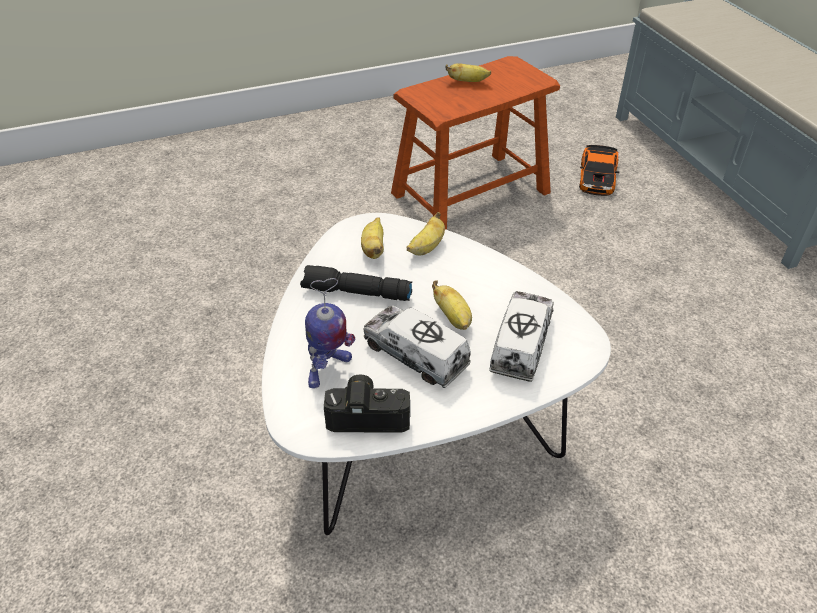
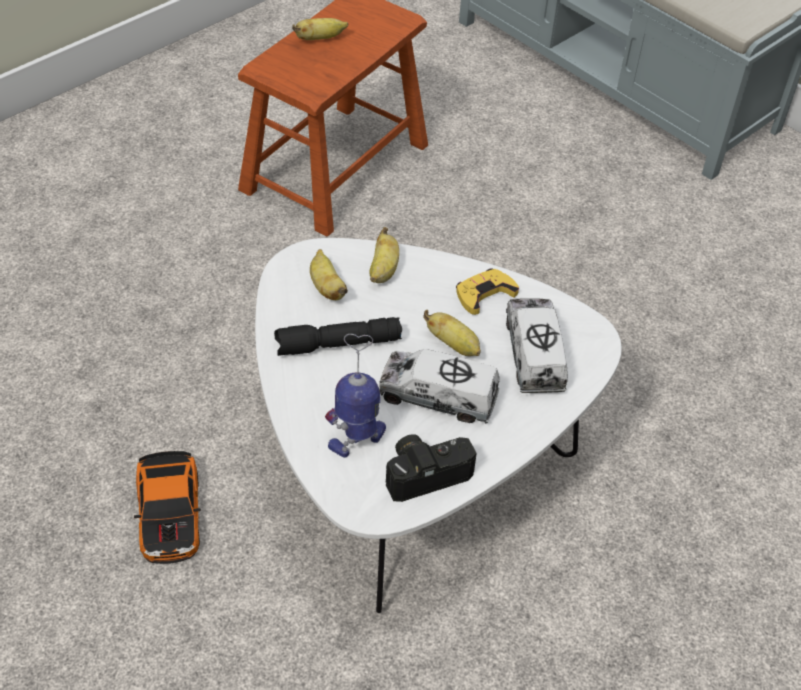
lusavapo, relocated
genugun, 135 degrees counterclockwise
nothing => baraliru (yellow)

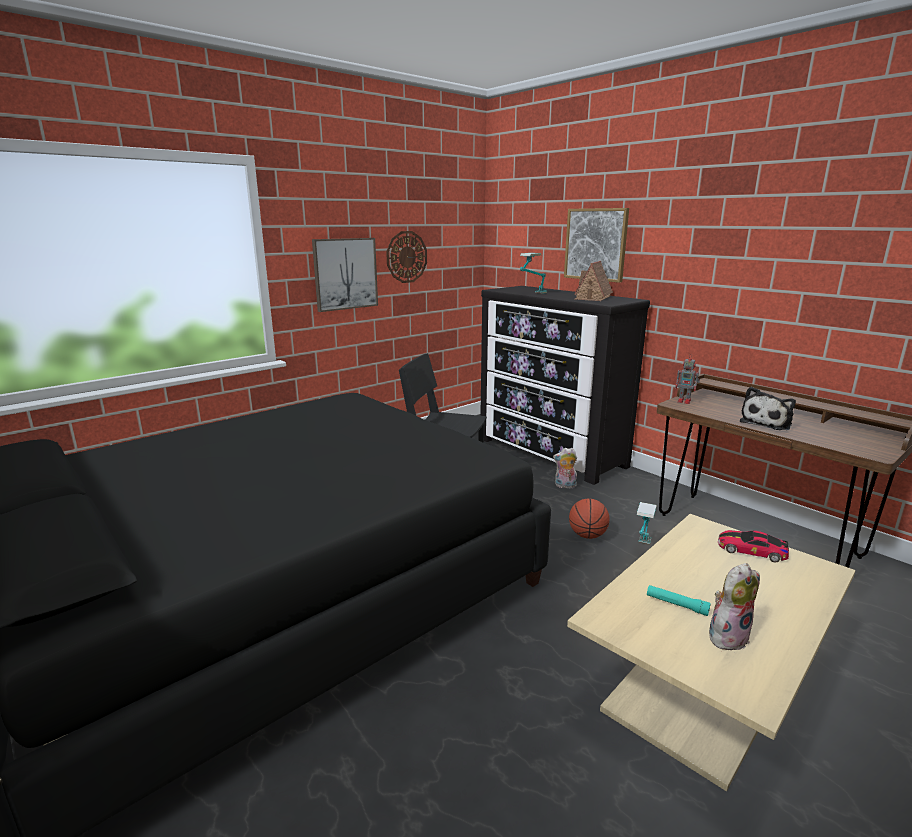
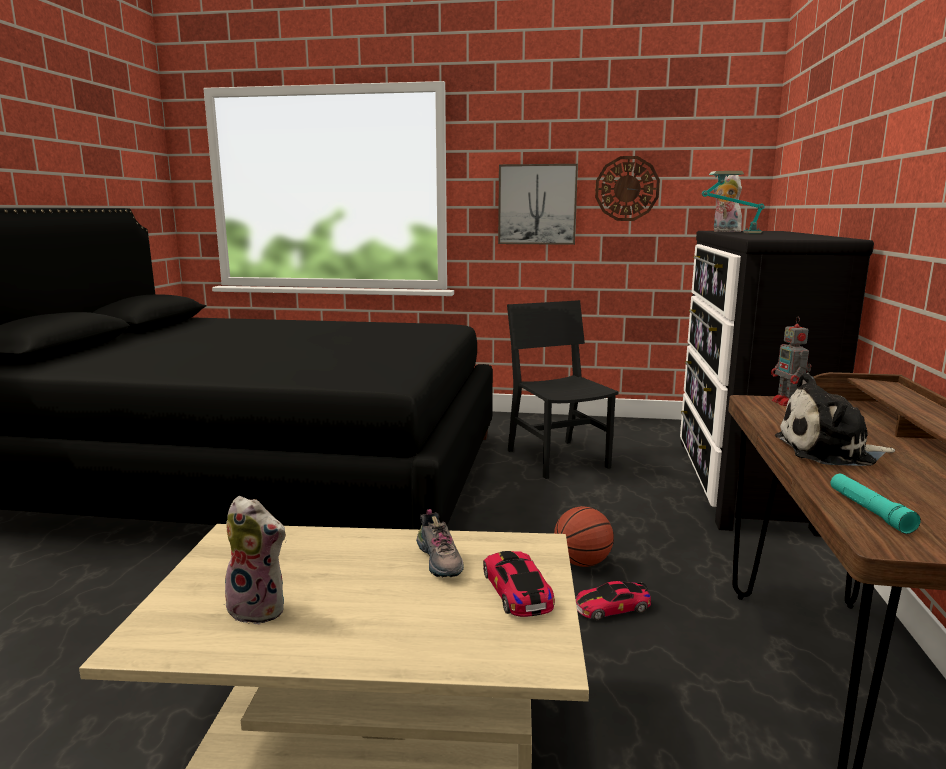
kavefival (no. 2 from left) => nothing
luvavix => nothing
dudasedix (no. 1 from left in the first image) => dudasedix (no. 2 from left), relocated
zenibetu (no. 2 from left) => lusavapo (no. 2 from left)
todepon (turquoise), relocated
nothing => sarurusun

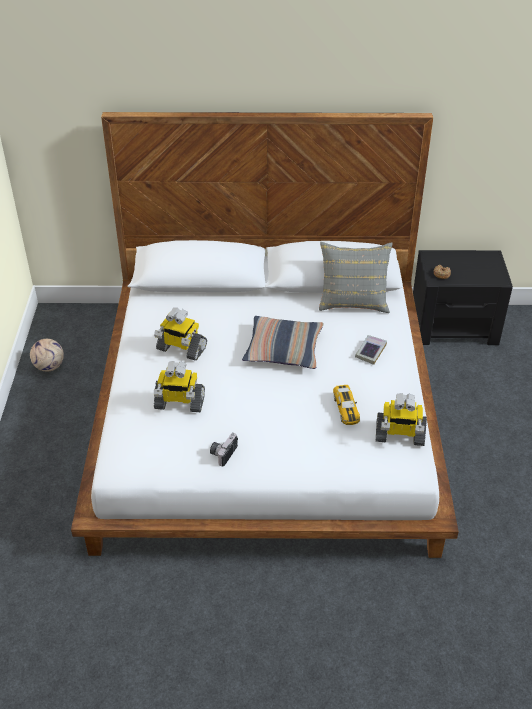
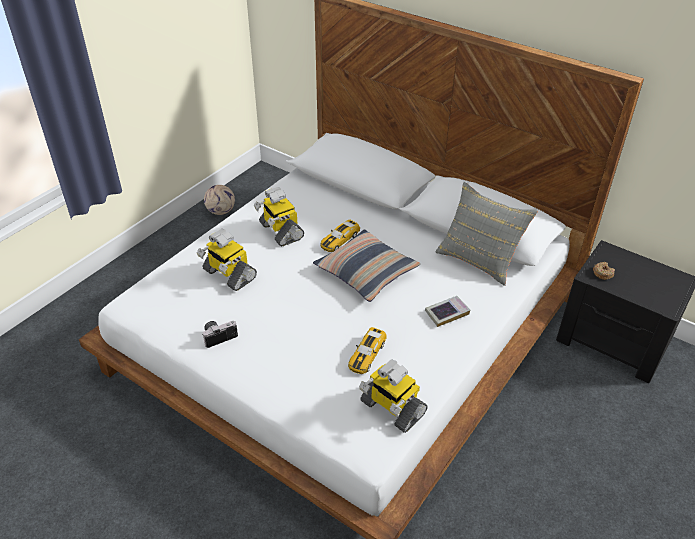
nothing => lusavapo (no. 1 from left)

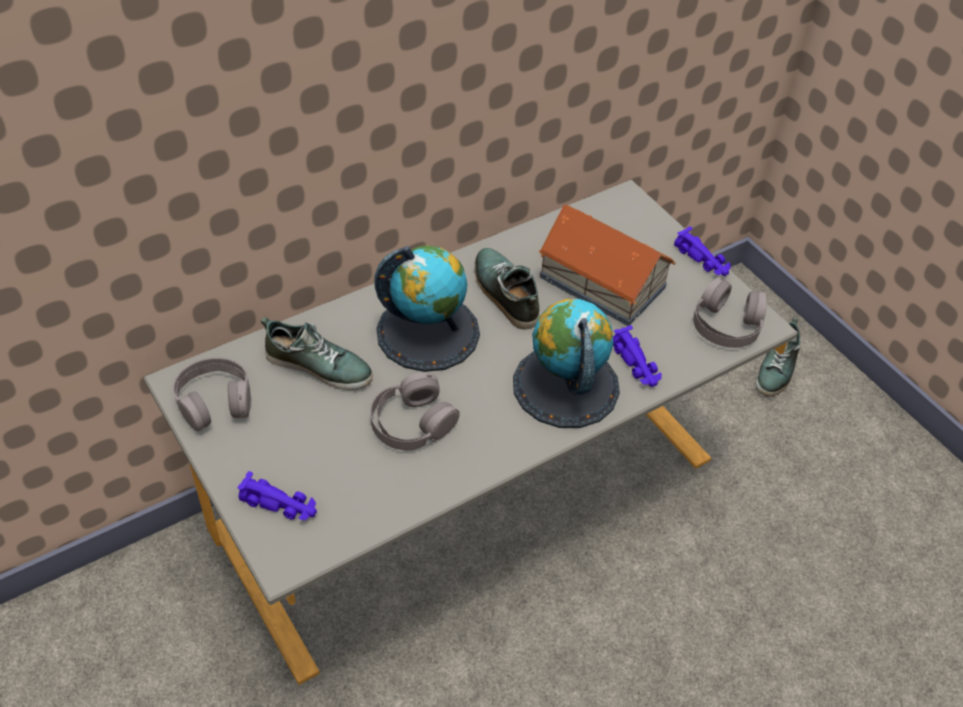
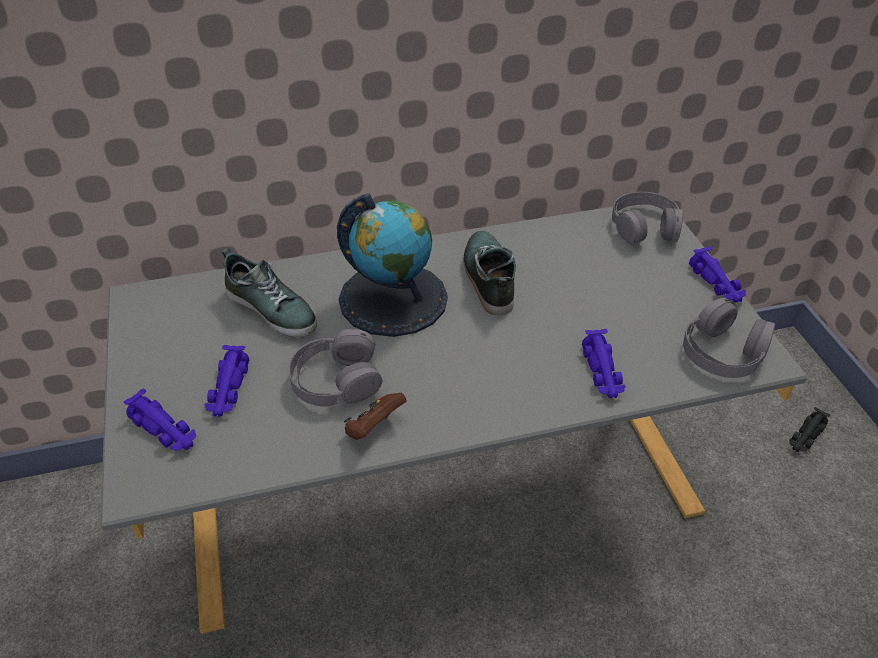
luvavix => nothing
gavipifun (no. 2 from left) => nothing
sarurusun (no. 3 from left) => lusavapo (black)
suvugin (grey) (no. 1 from left in the first image) => suvugin (grey) (no. 2 from left), relocated
nothing => lusavapo (purple) (no. 2 from left)
nothing => baraliru (brown)

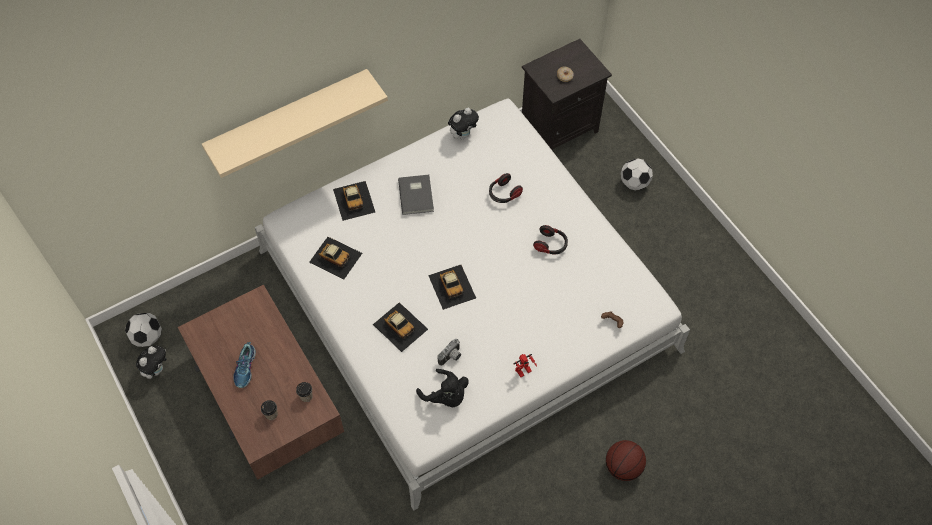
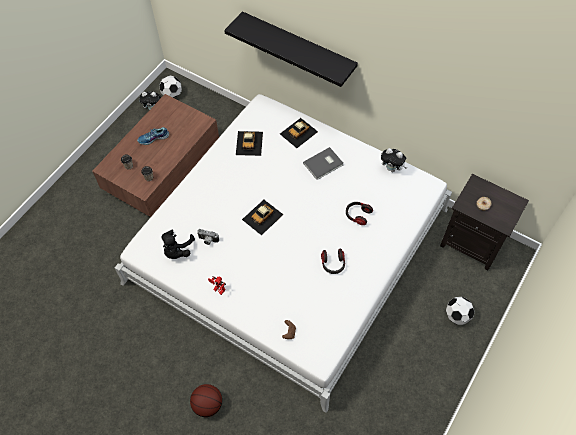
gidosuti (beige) => gidosuti (black)
lusavapo (no. 3 from left) => nothing

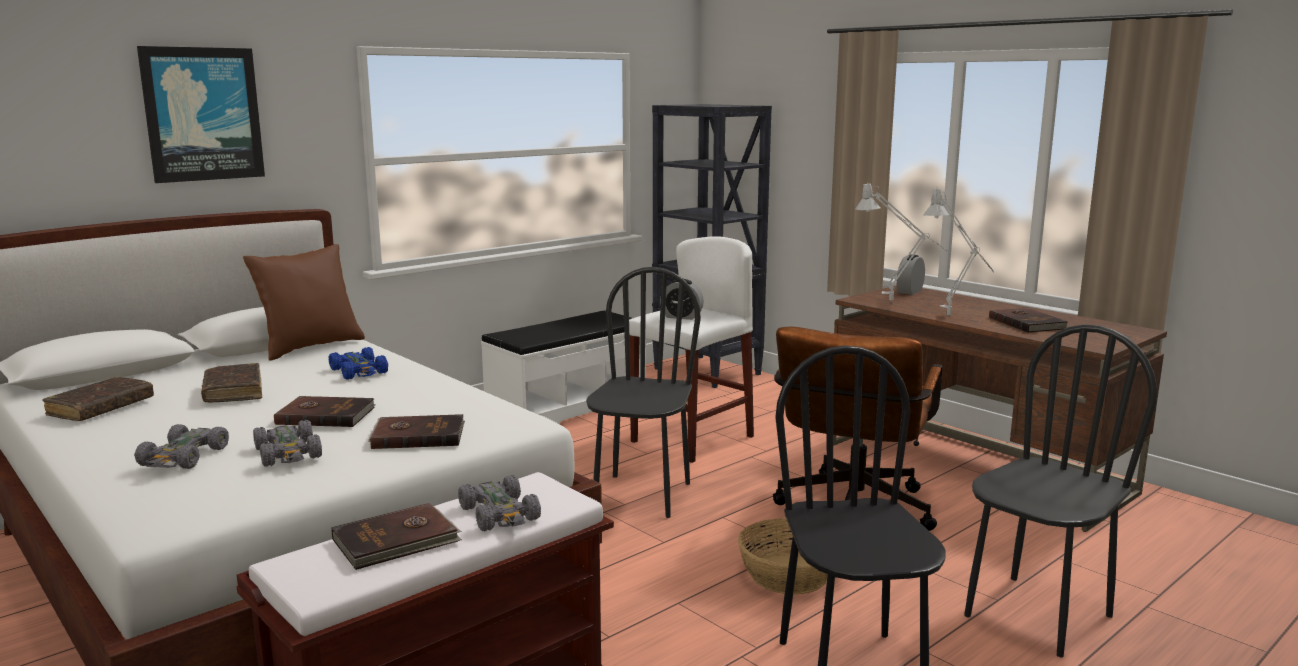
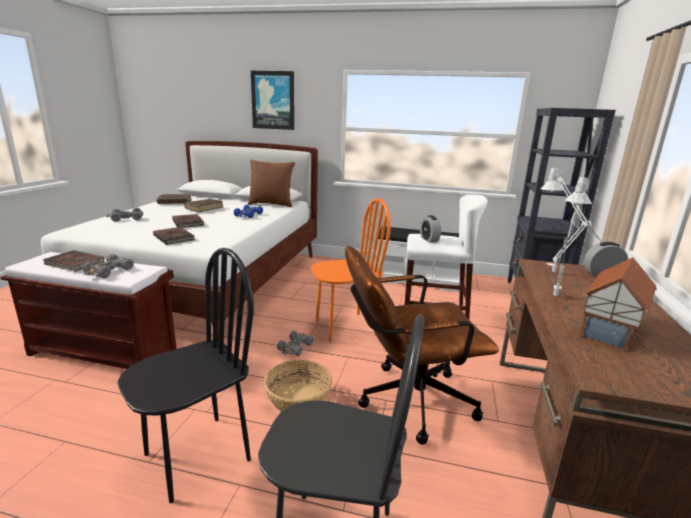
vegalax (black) (no. 1 from left) => vegalax (orange)
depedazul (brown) (no. 6 from left) => luvavix
lusavapo (grey) (no. 2 from left in the first image) => lusavapo (grey) (no. 3 from left), relocated

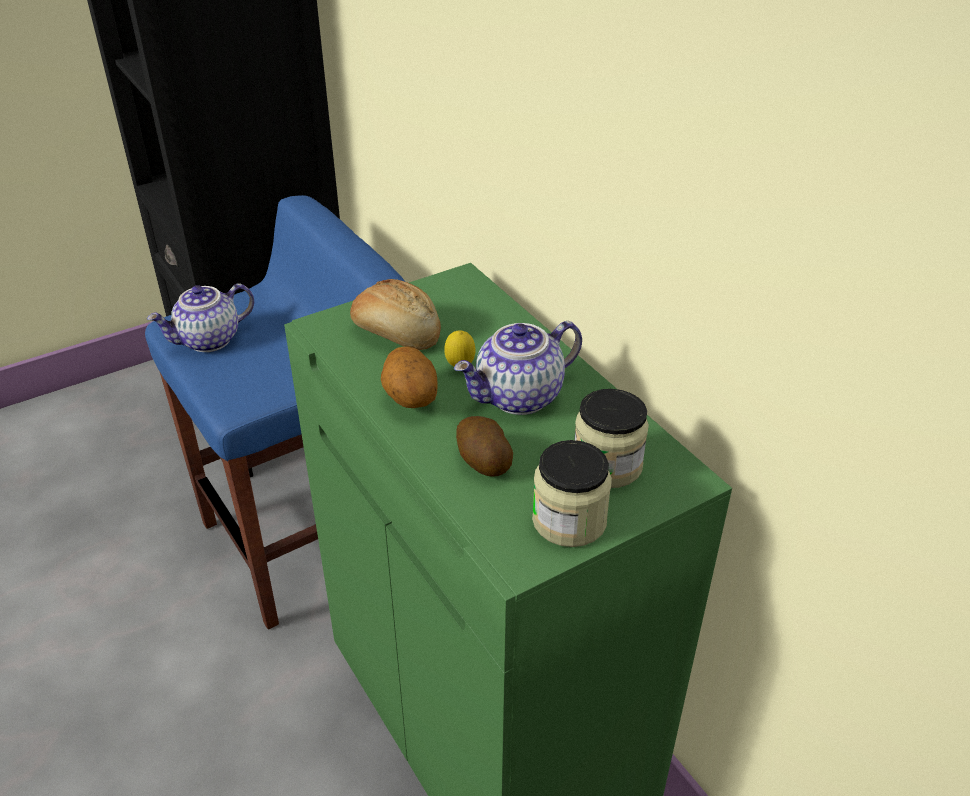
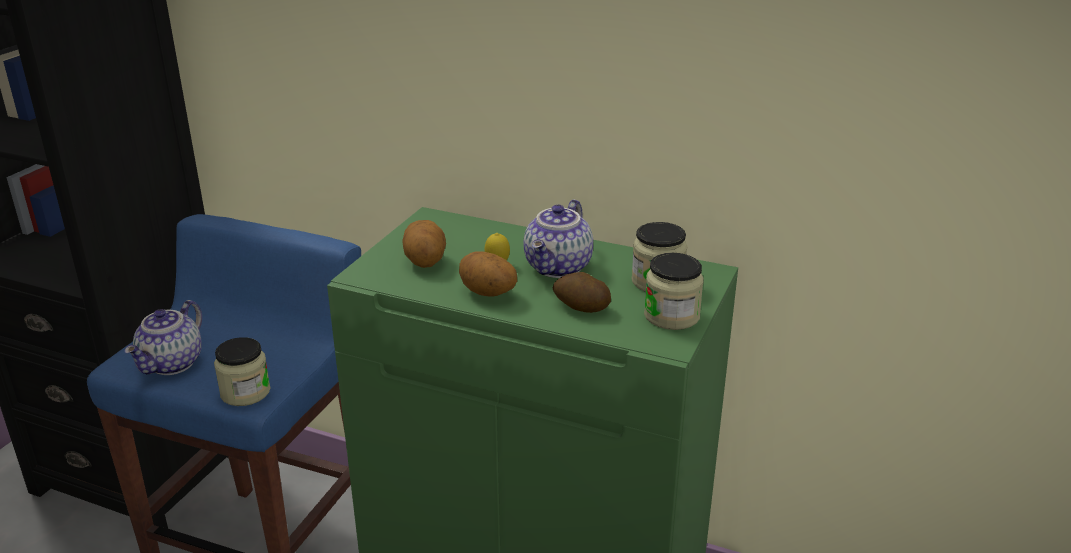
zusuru => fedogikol (no. 1 from left)
nothing => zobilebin (no. 1 from left)

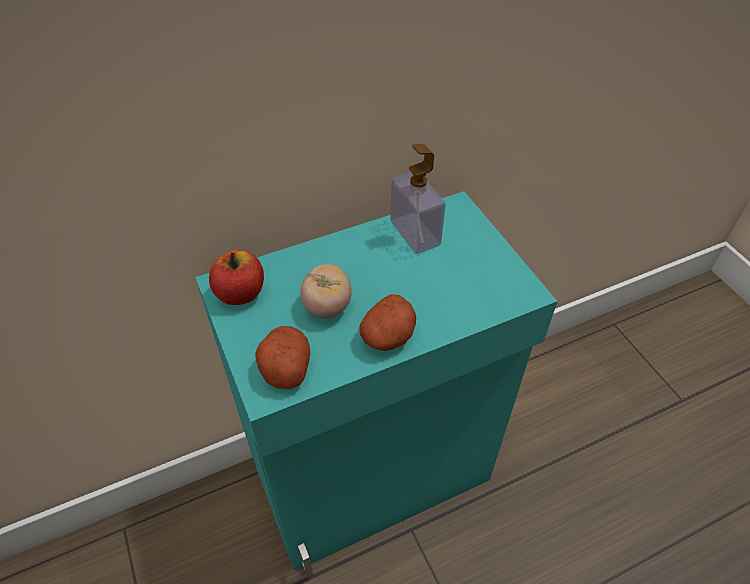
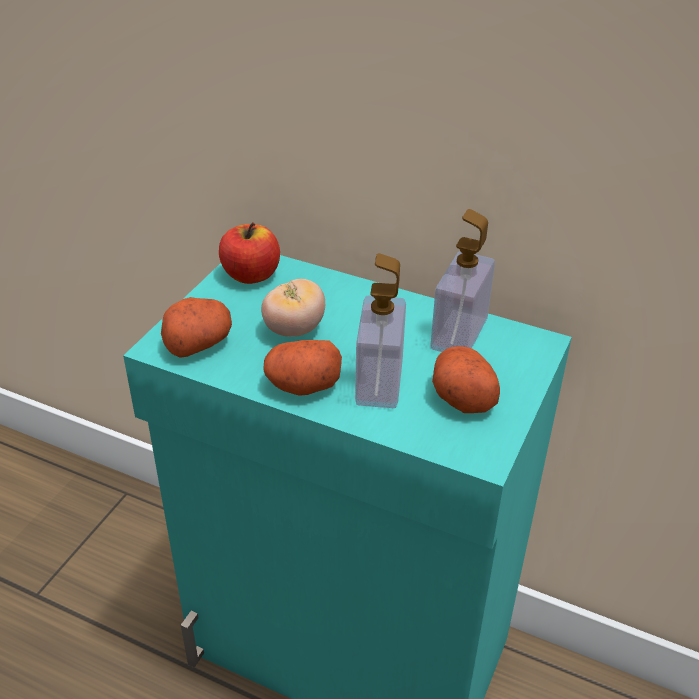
nothing => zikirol (no. 1 from left)
nothing => fedogikol (no. 3 from left)

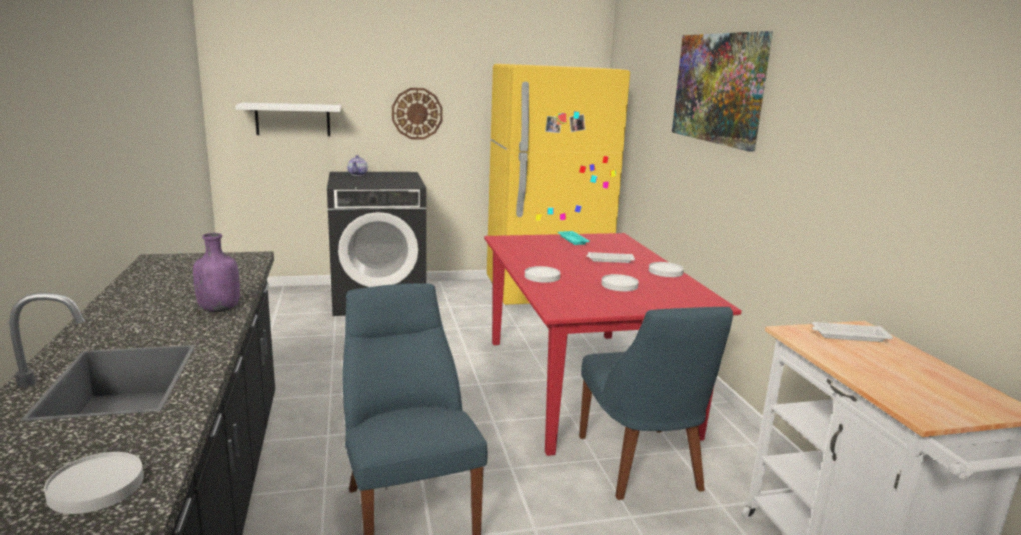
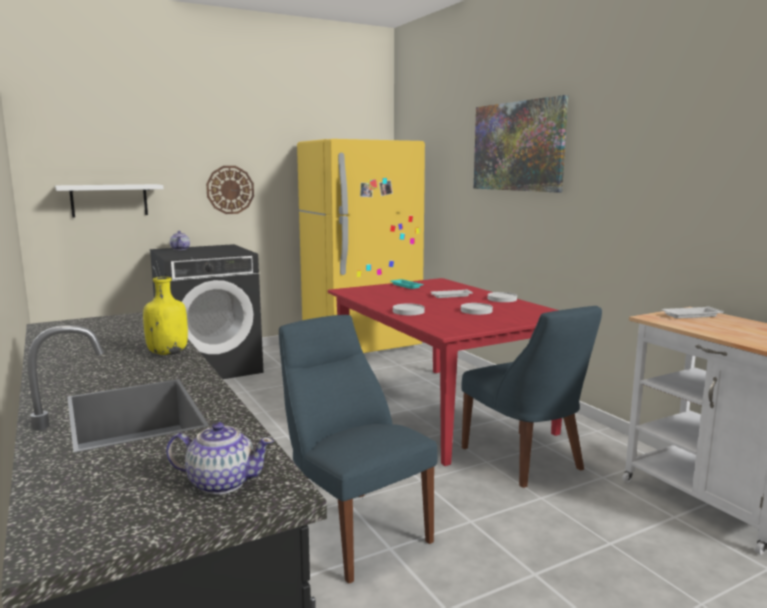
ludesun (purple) => ludesun (yellow)
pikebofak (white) (no. 1 from left) => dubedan (no. 2 from left)

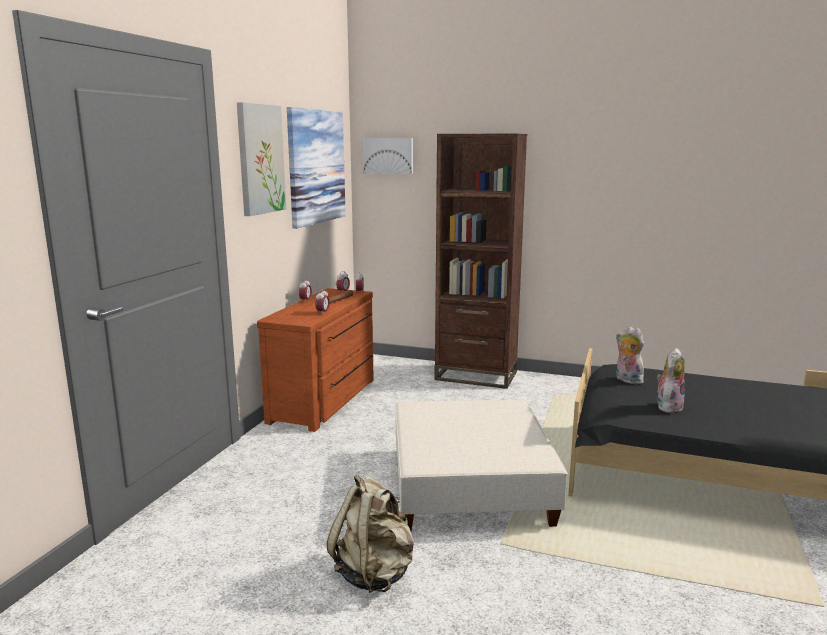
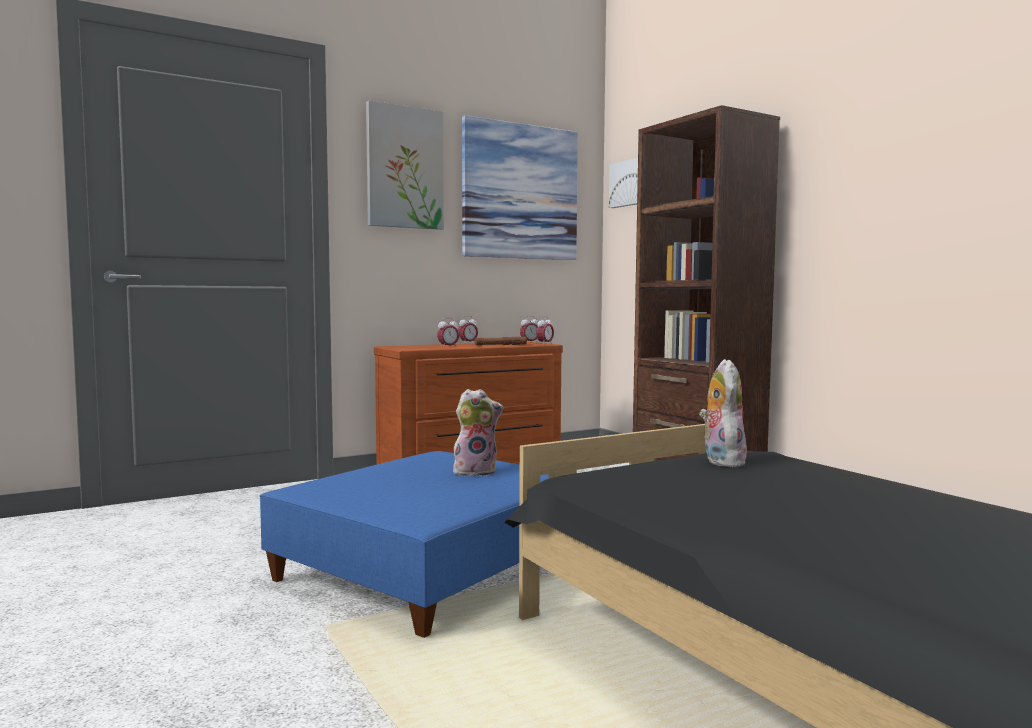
dudasedix (no. 2 from left in the first image) => dudasedix (no. 1 from left), relocated
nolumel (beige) => nolumel (blue)
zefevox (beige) => nothing

